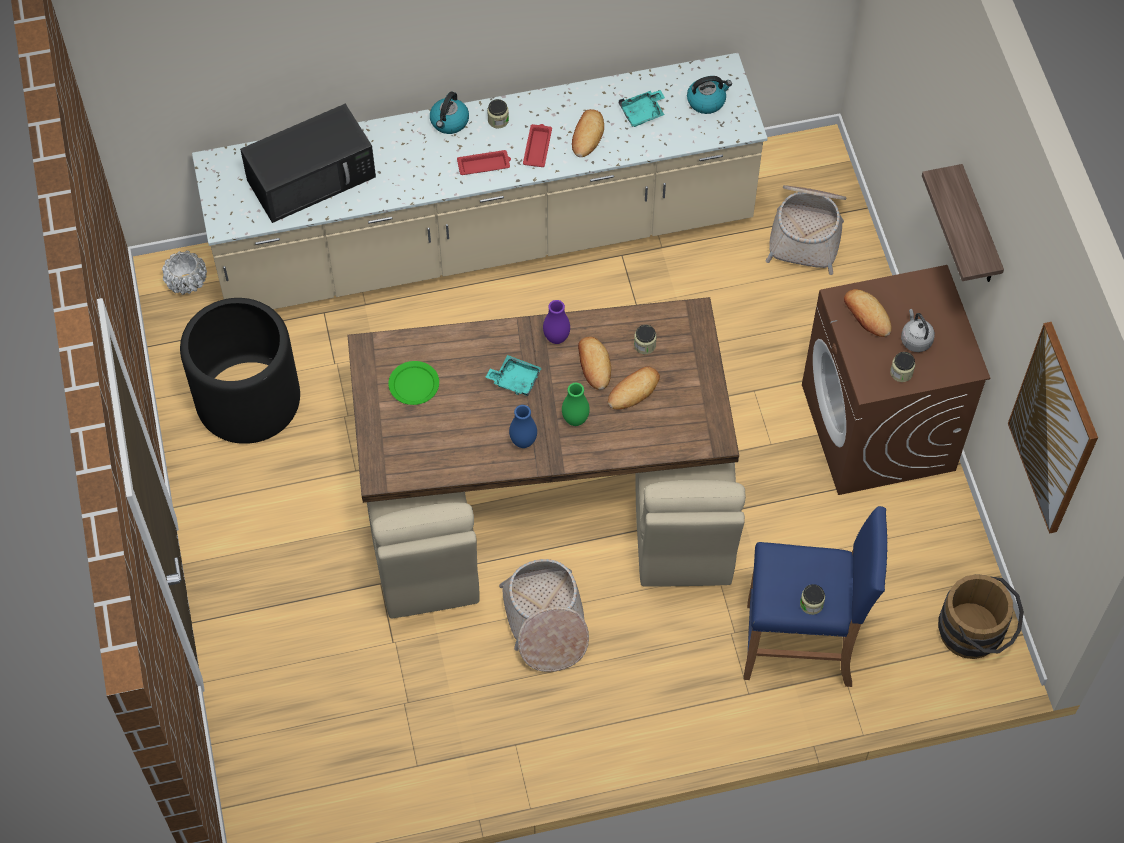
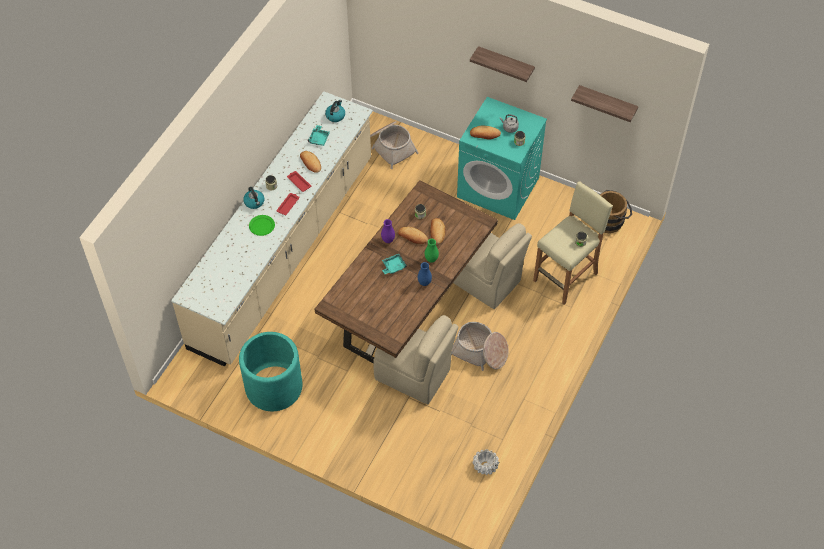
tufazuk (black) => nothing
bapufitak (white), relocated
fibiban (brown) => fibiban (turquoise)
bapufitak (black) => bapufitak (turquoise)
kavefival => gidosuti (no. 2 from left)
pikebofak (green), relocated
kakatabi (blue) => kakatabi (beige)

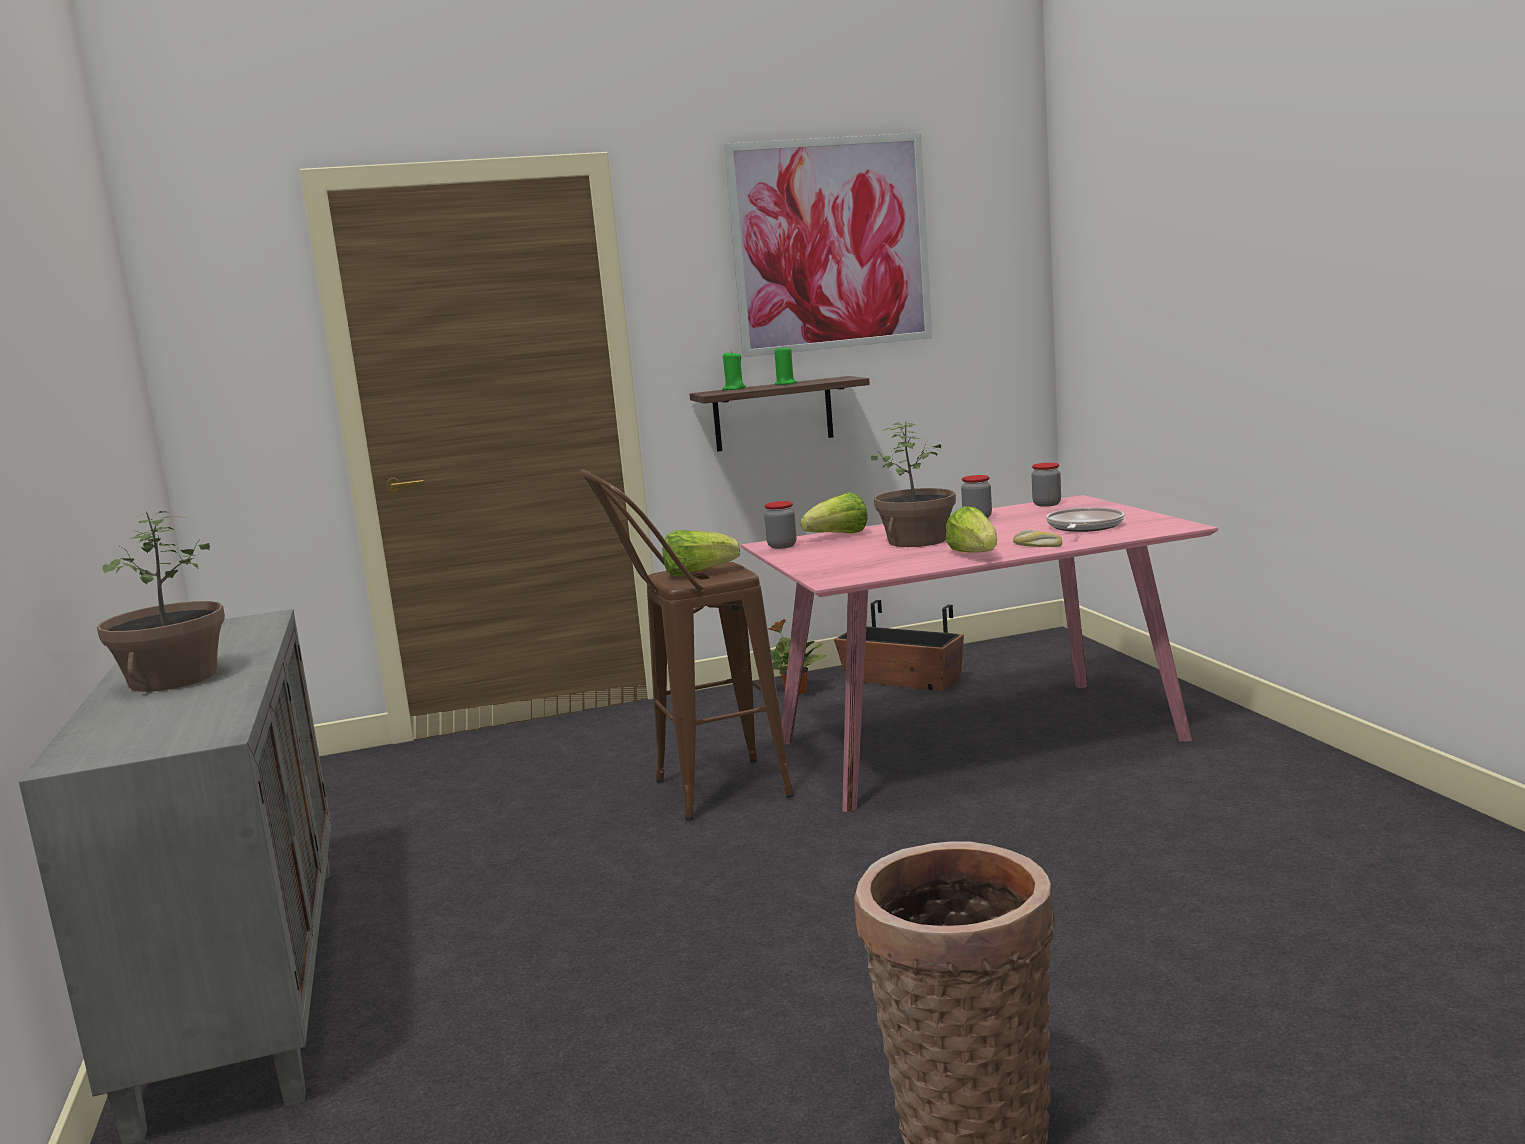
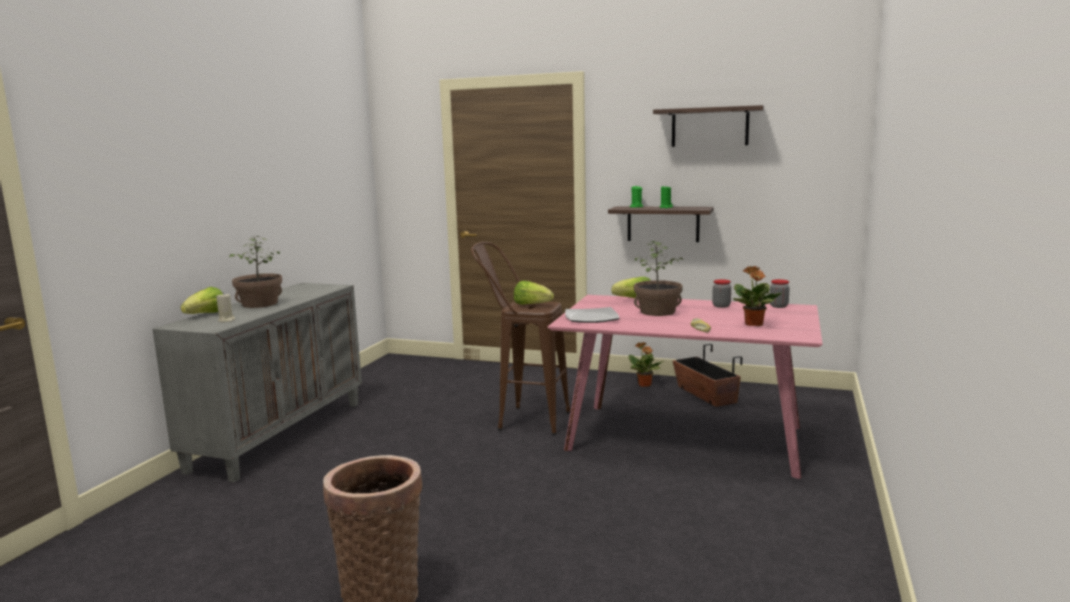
kavefival => gidosuti (no. 2 from left)
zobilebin (no. 1 from left) => nothing
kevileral (no. 3 from left in the first image) => kevileral (no. 1 from left), relocated
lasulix => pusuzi (no. 4 from left)
nothing => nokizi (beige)
nothing => pikebofak

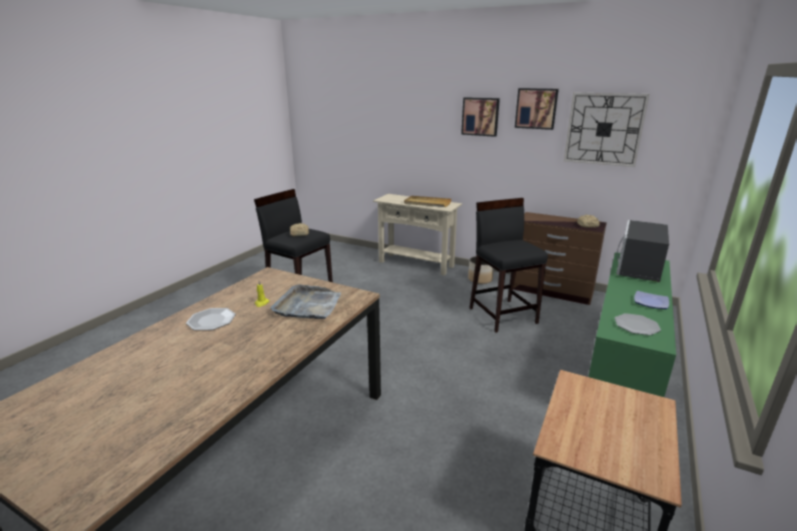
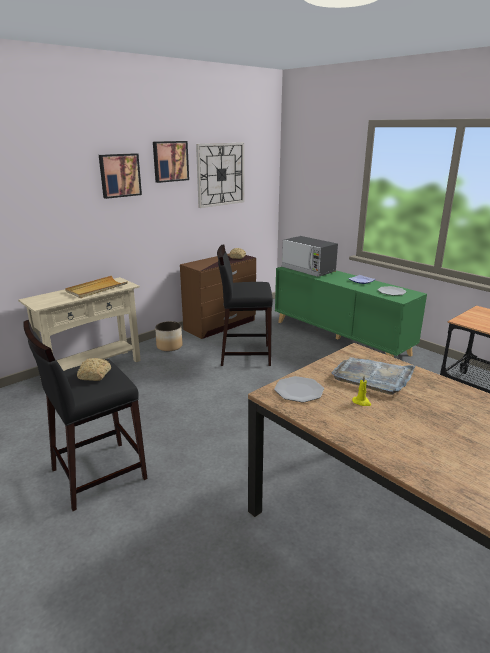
pikebofak (no. 1 from left), relocated

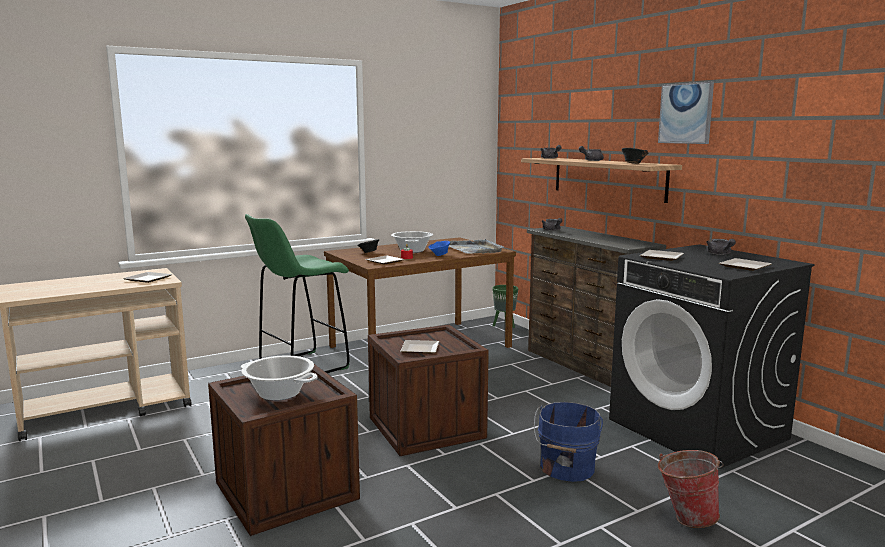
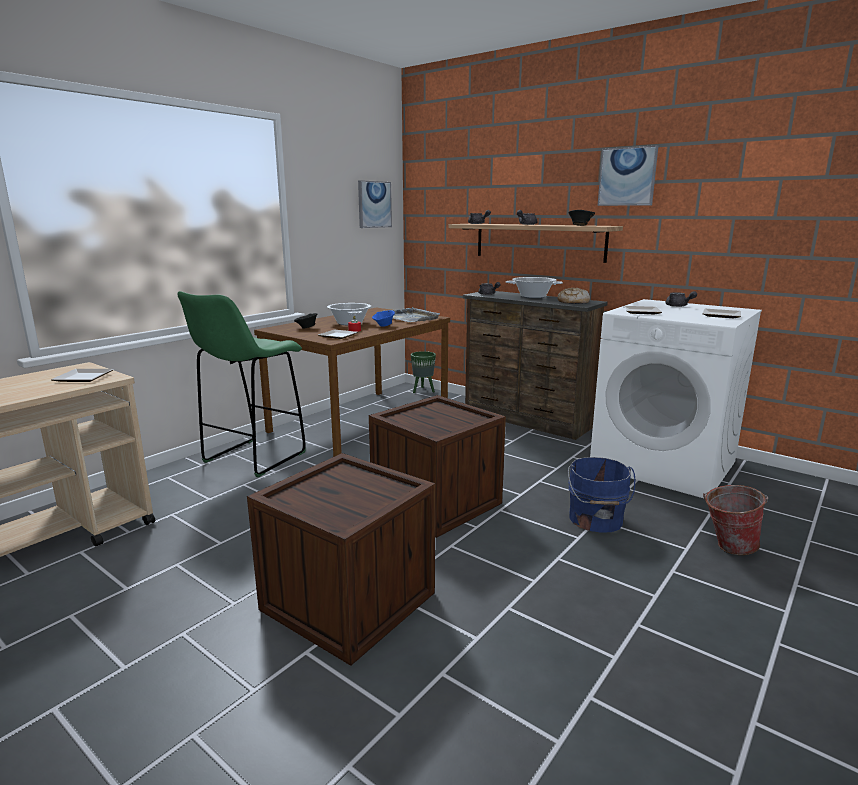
fibiban (black) => fibiban (white)
pikebofak (no. 3 from left) => nothing
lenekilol (no. 1 from left in the first image) => lenekilol (no. 2 from left), relocated
nothing => kavefival (no. 1 from left)
nothing => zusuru

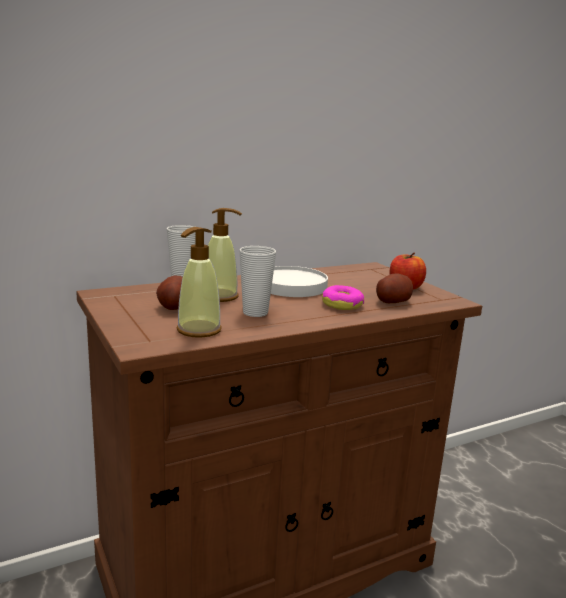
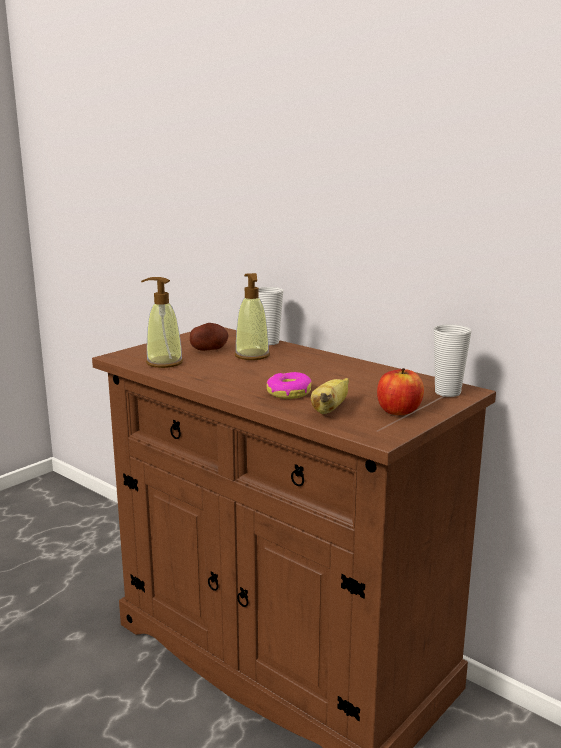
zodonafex (no. 2 from left), relocated
pikebofak (white) => nothing
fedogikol (no. 2 from left) => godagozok

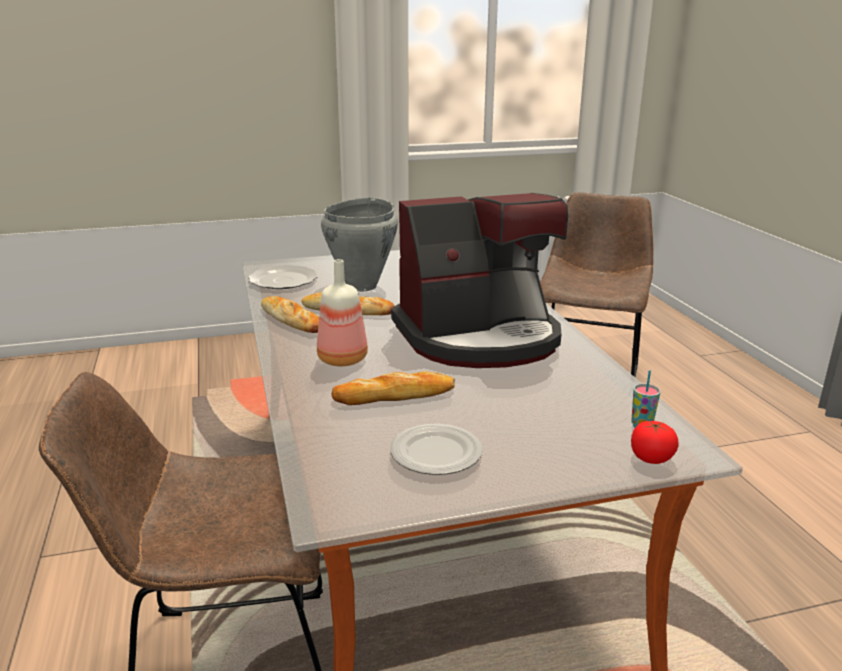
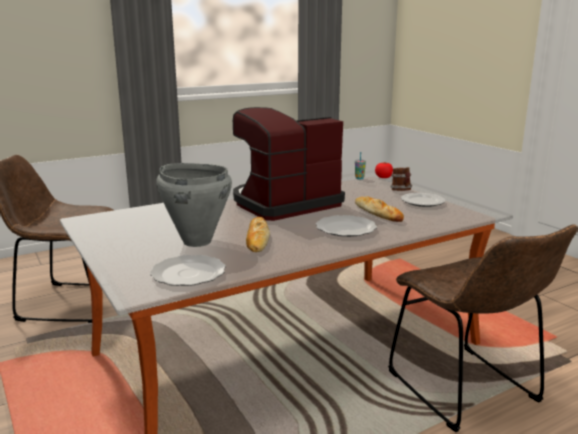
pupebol, 90 degrees counterclockwise
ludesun => pikebofak (no. 2 from left)
zusuru (no. 1 from left) => nothing
nothing => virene

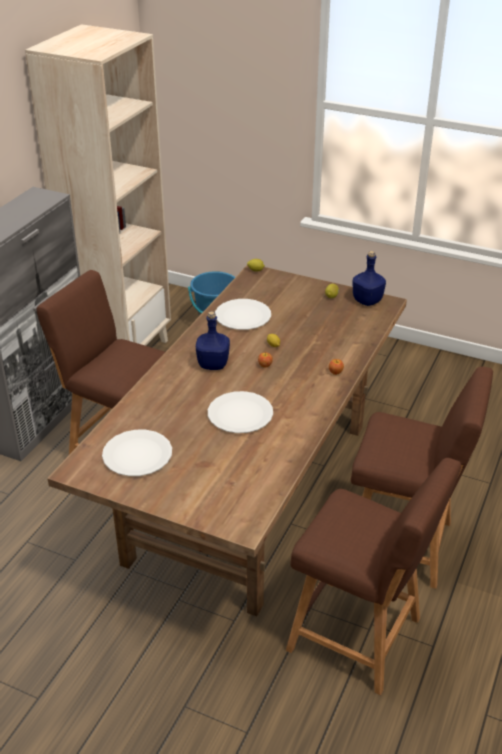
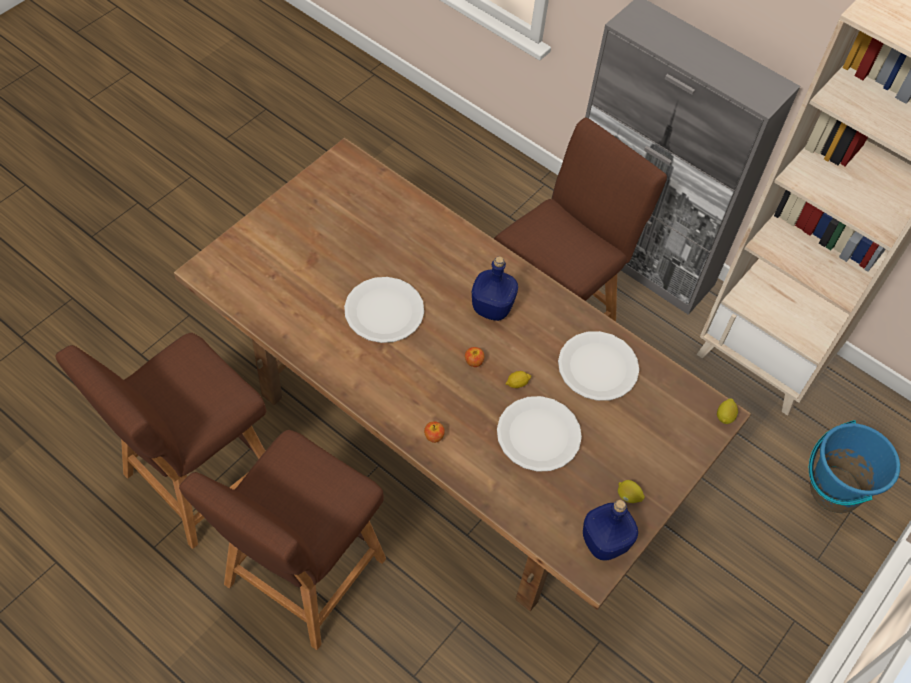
pikebofak (white) (no. 1 from left in the first image) => pikebofak (white) (no. 2 from left), relocated

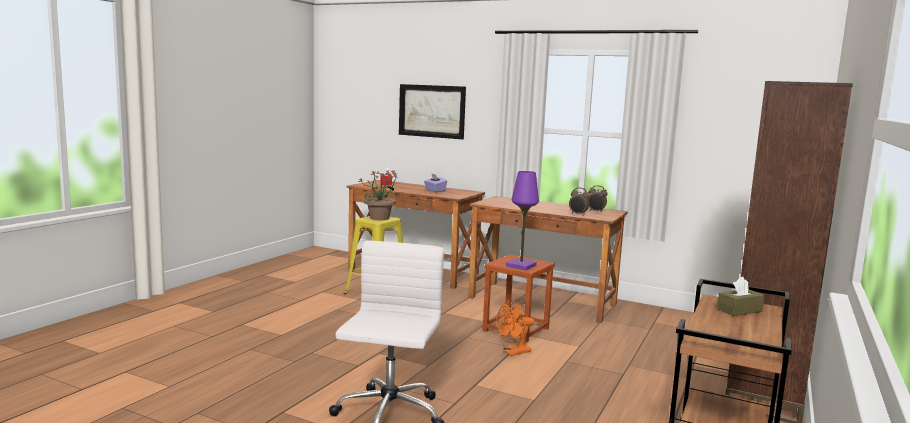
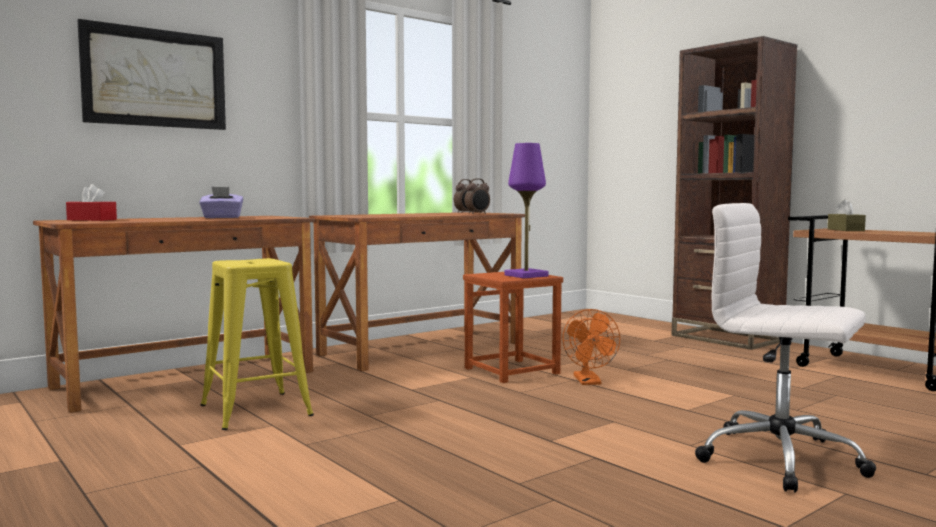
pusuzi => nothing

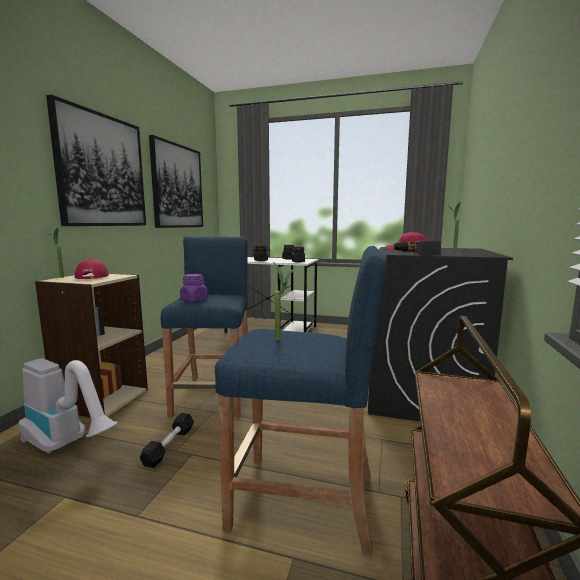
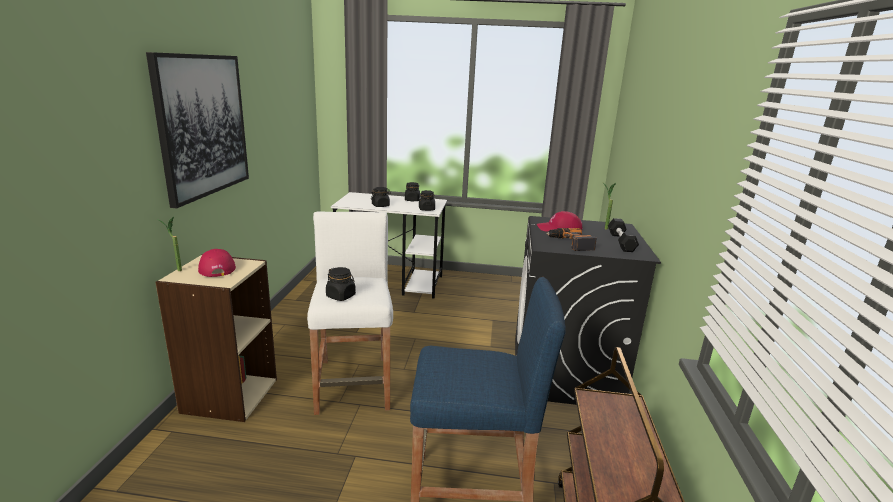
kavefival (no. 2 from left) => nothing
kakatabi (blue) (no. 1 from left) => kakatabi (white)
pusuzi (no. 2 from left) => nothing
zobilebin (purple) => zobilebin (black) (no. 1 from left)
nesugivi => nothing
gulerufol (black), relocated

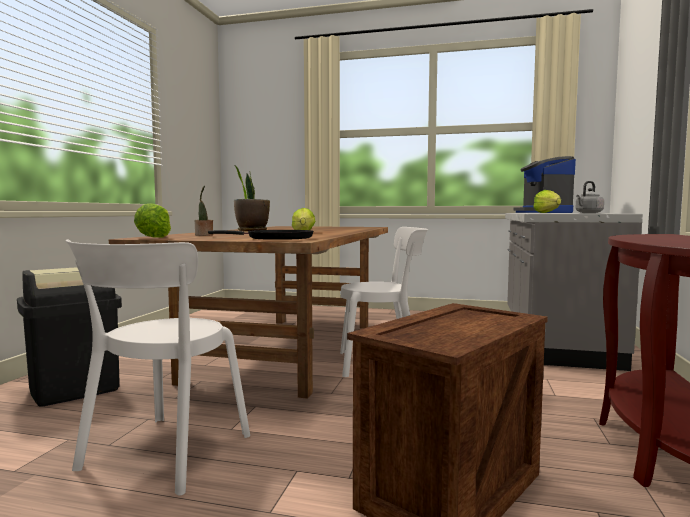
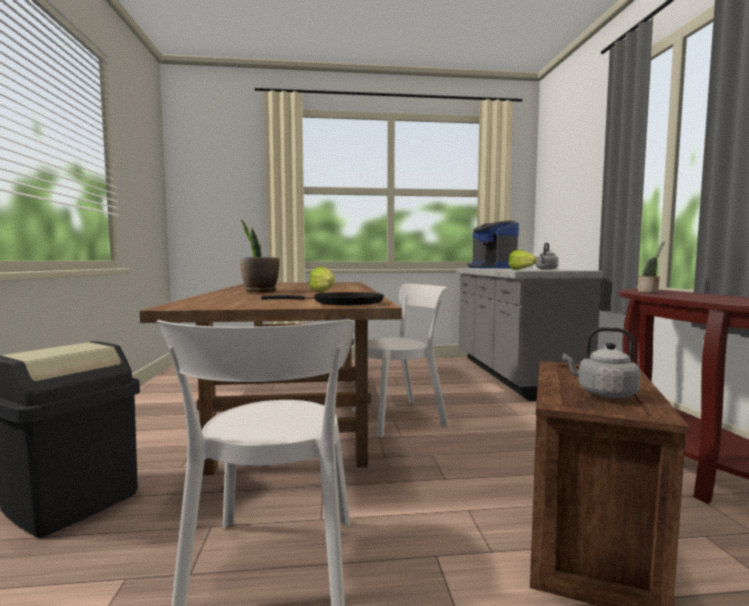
pusuzi (no. 1 from left in the first image) => pusuzi (no. 2 from left), relocated
kevileral (no. 1 from left) => nothing
nothing => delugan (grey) (no. 2 from left)

